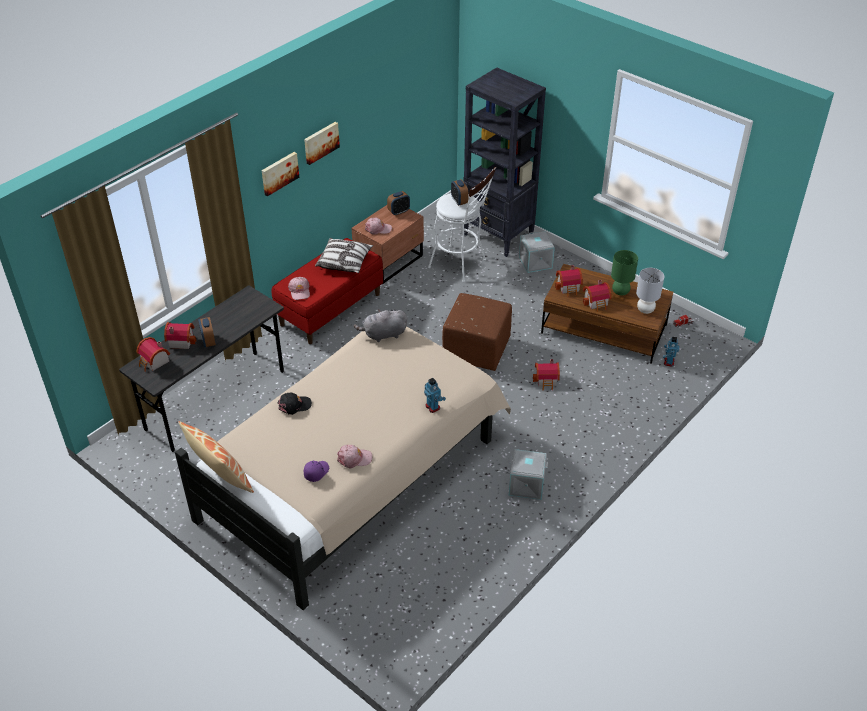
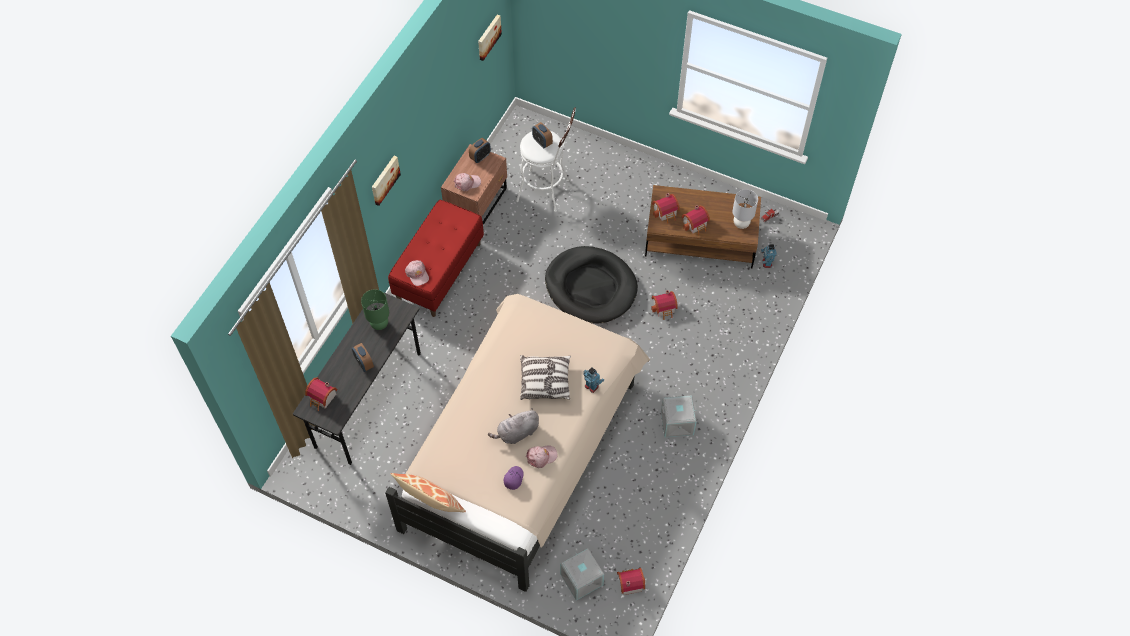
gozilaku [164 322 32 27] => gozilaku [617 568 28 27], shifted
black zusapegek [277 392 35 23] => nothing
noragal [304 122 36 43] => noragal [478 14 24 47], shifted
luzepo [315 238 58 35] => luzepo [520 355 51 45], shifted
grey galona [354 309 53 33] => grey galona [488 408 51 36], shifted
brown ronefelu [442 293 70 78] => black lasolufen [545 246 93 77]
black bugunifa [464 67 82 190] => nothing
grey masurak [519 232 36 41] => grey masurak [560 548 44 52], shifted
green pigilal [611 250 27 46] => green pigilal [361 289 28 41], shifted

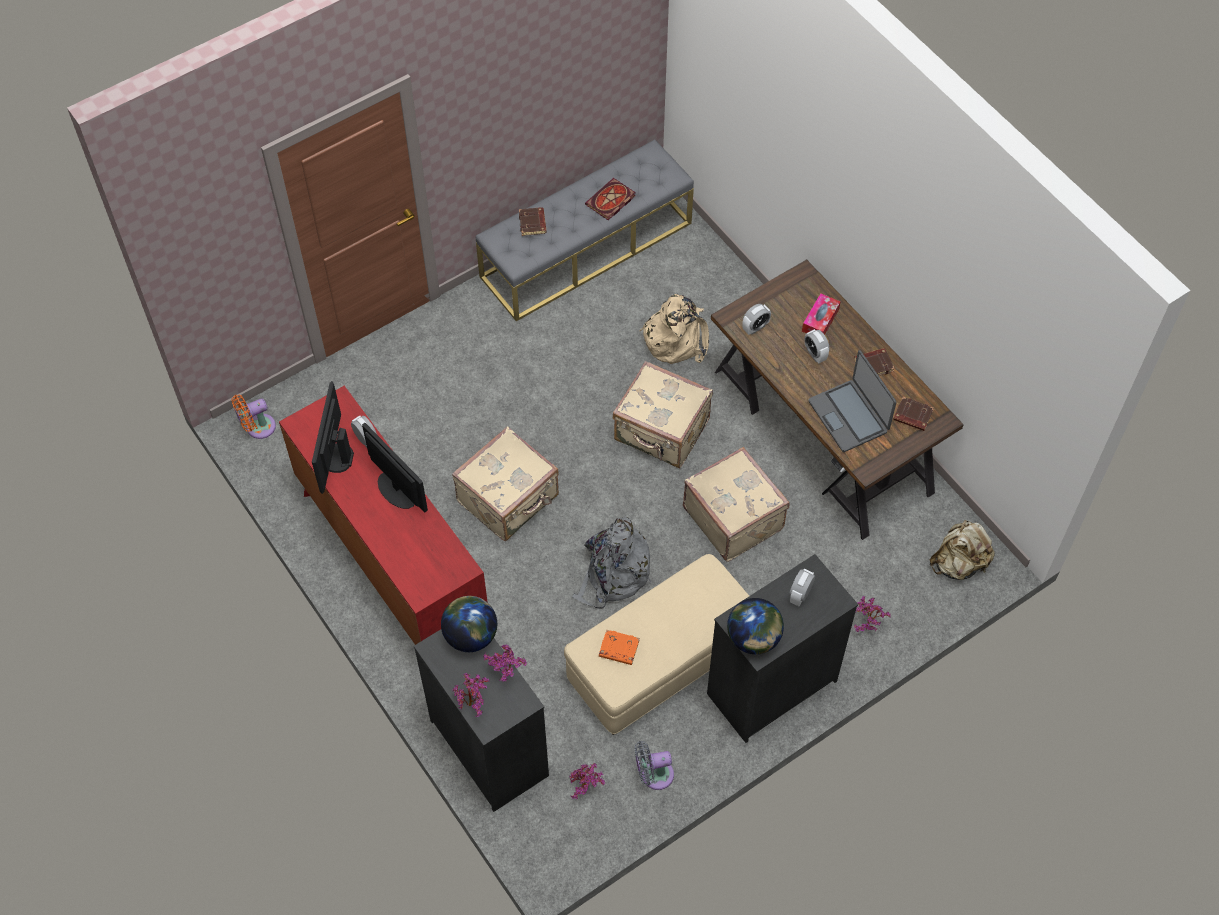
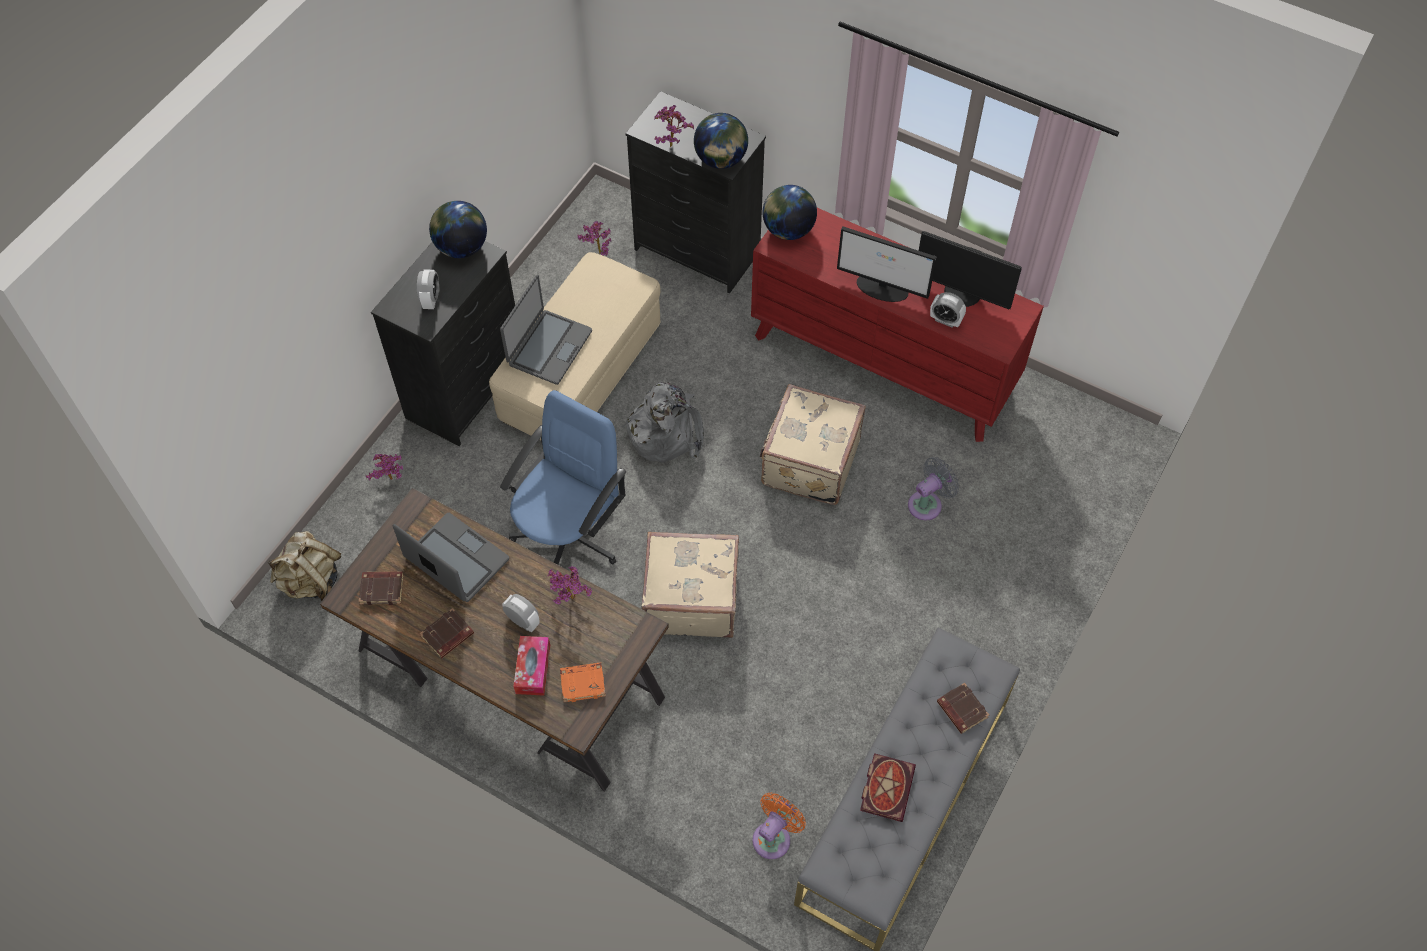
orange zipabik [232 394 44 45] => orange zipabik [753 793 53 66], shifted
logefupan [312 381 42 113] => logefupan [919 231 103 78], 135 degrees clockwise
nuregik [452 673 38 44] => nuregik [548 566 44 39], shifted
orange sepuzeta [599 629 41 36] => orange sepuzeta [560 662 46 40], shifted
grey zipabik [635 741 39 49] => grey zipabik [908 457 51 63], shifted
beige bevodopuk [639 294 70 70] => nothing
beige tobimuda [683 447 107 115] => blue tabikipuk [500 390 126 175]
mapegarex [742 304 29 31] => nothing
nothing => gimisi [500 275 92 110]
nothing => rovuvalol [763 185 54 55]

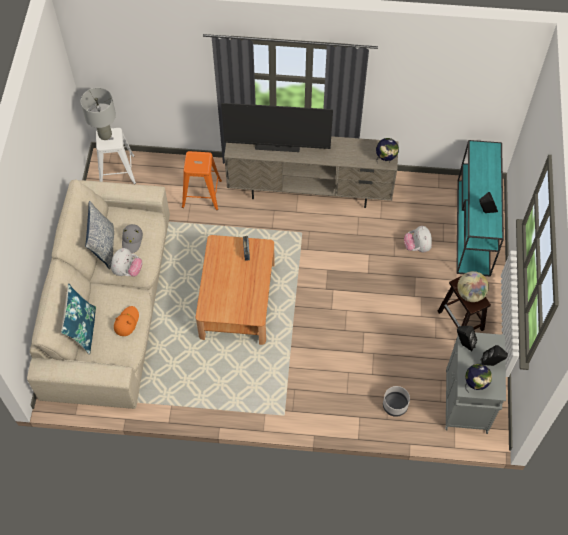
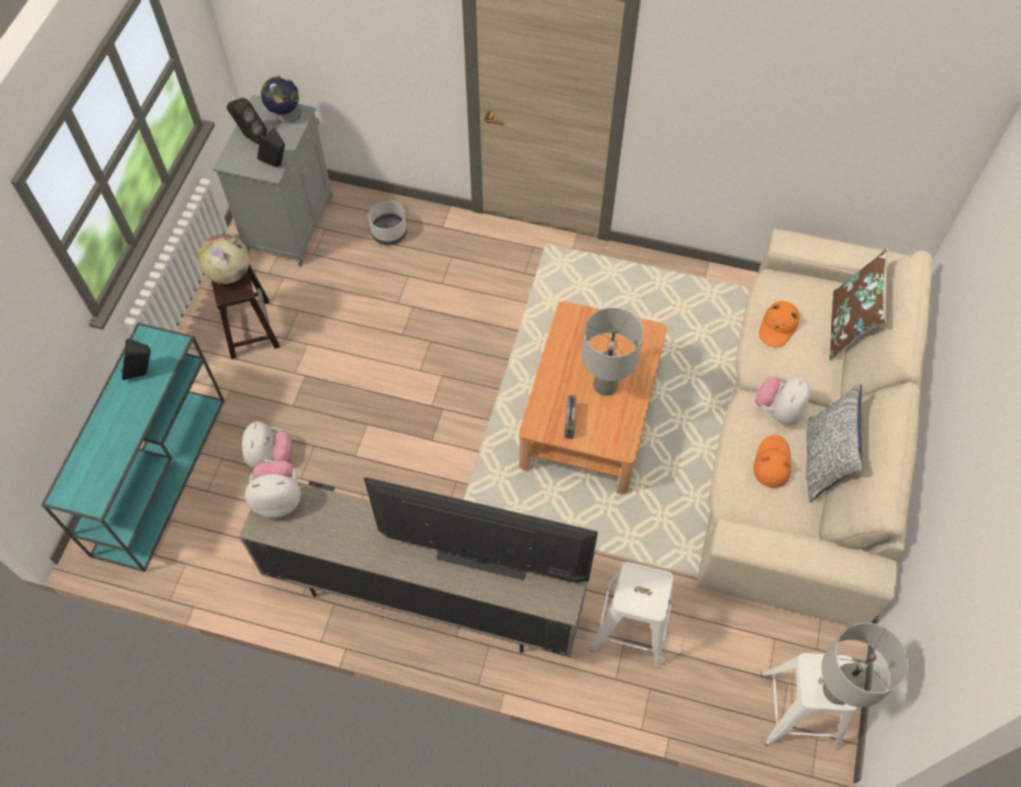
blue luzepo [61 283 35 72] => brown luzepo [830 249 58 111]
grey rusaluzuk [122 224 21 29] => orange rusaluzuk [754 435 37 53]
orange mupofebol [182 151 40 59] => white mupofebol [590 562 83 106]
rovuvalol [376 138 23 26] => galona [245 461 56 57]
nothing => grey pigilal [582 308 61 88]

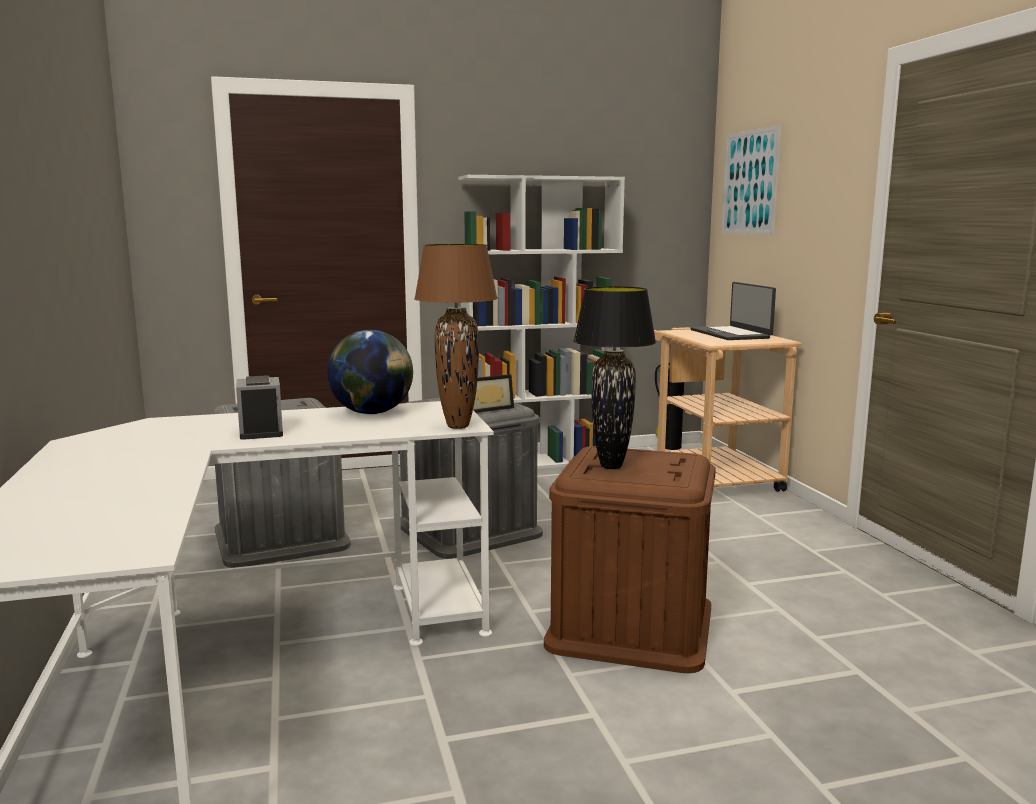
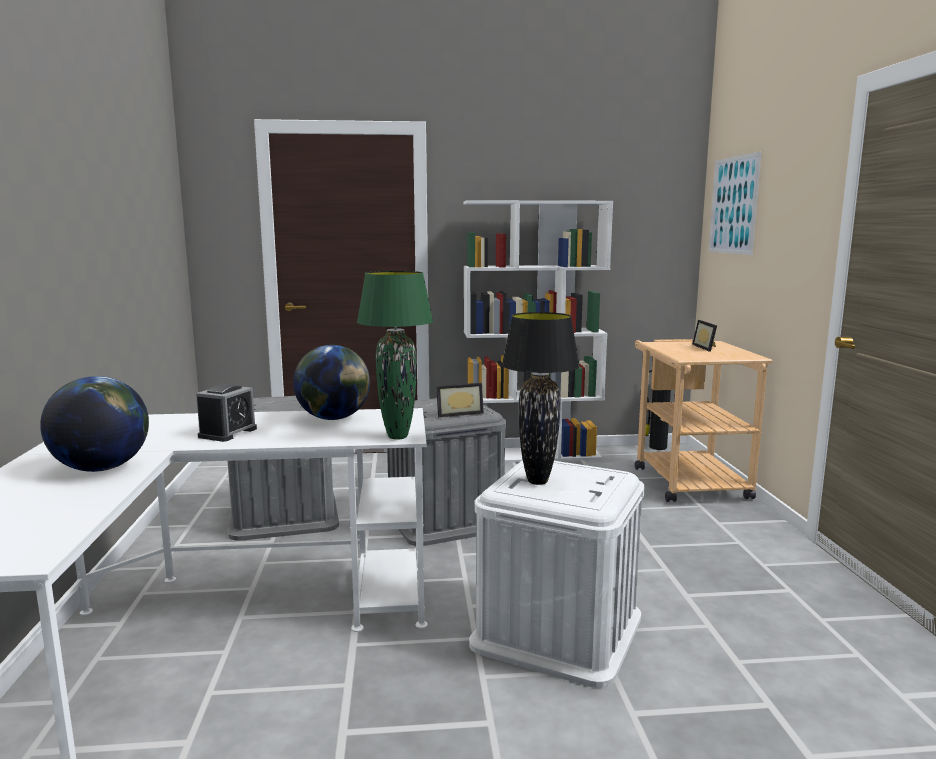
mapegarex [236 375 47 65] => mapegarex [196 384 61 58], 150 degrees counterclockwise
brown pigilal [414 244 84 185] => green pigilal [357 271 76 169]
brown masurak [544 446 172 227] => white masurak [469 460 176 228]
gimisi [691 282 85 58] => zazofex [692 320 25 32]
nothing => rovuvalol [40 376 109 96]

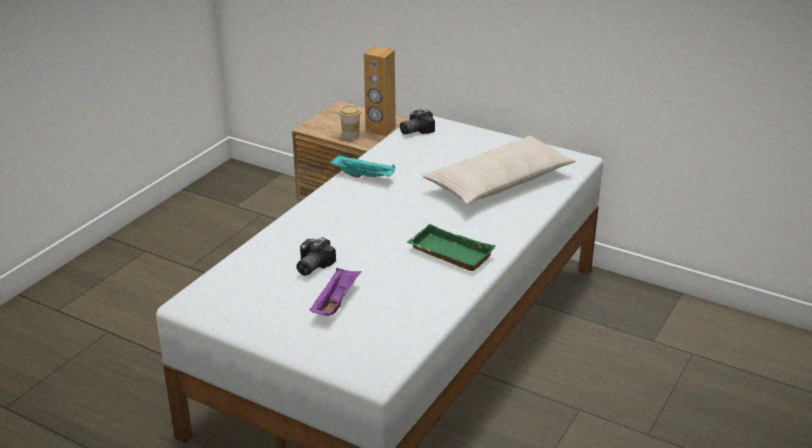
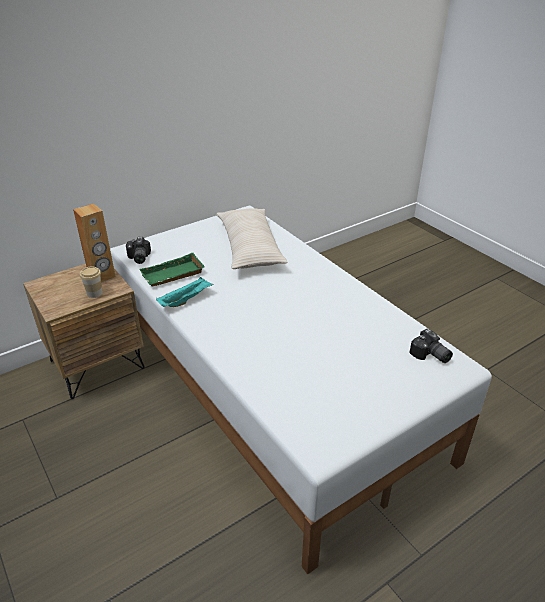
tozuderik [296 237 40 39] => tozuderik [409 329 44 34], shifted
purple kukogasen [309 268 52 48] => nothing
green kukogasen [407 224 89 47] => green kukogasen [139 253 66 34], shifted

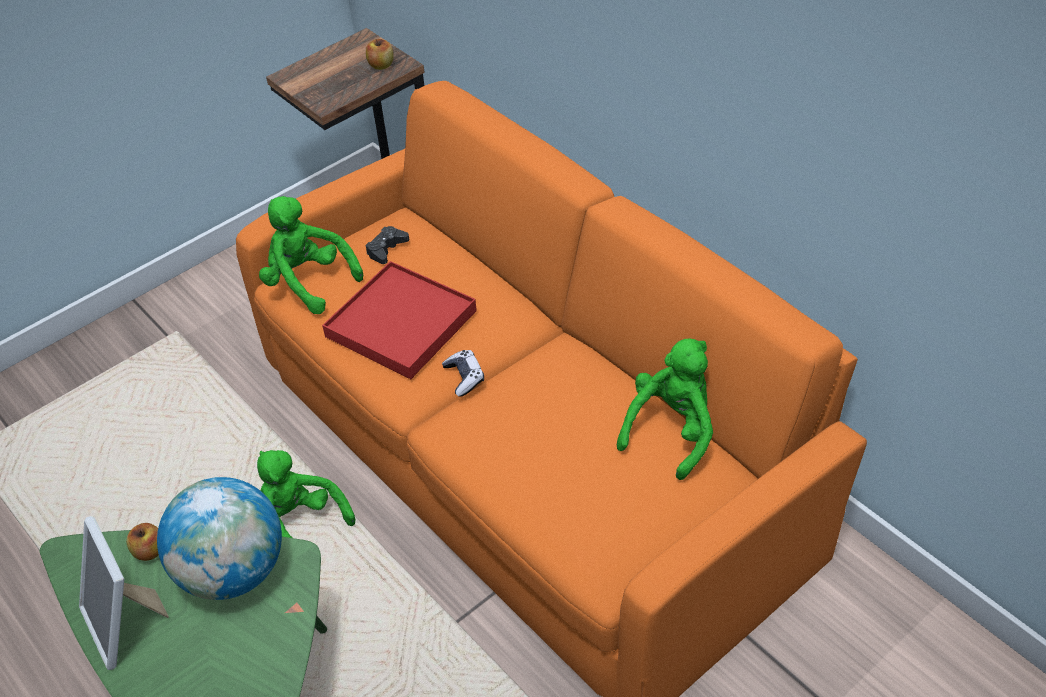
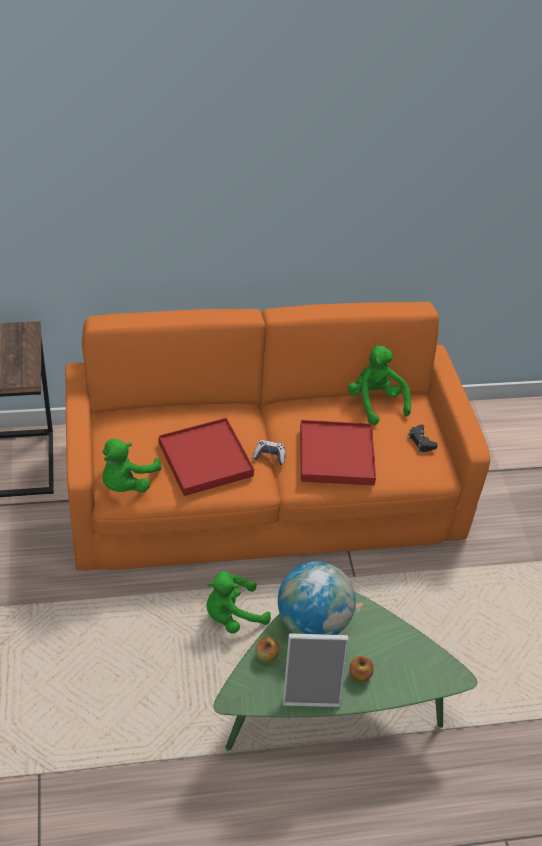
green galona [259 196 104 118] => green galona [103 439 58 53], 45 degrees counterclockwise
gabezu [366 39 28 31] => gabezu [349 656 25 26], shifted
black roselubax [366 226 43 38] => black roselubax [408 425 30 27], shifted
nothing => red kukogasen [300 420 76 65]

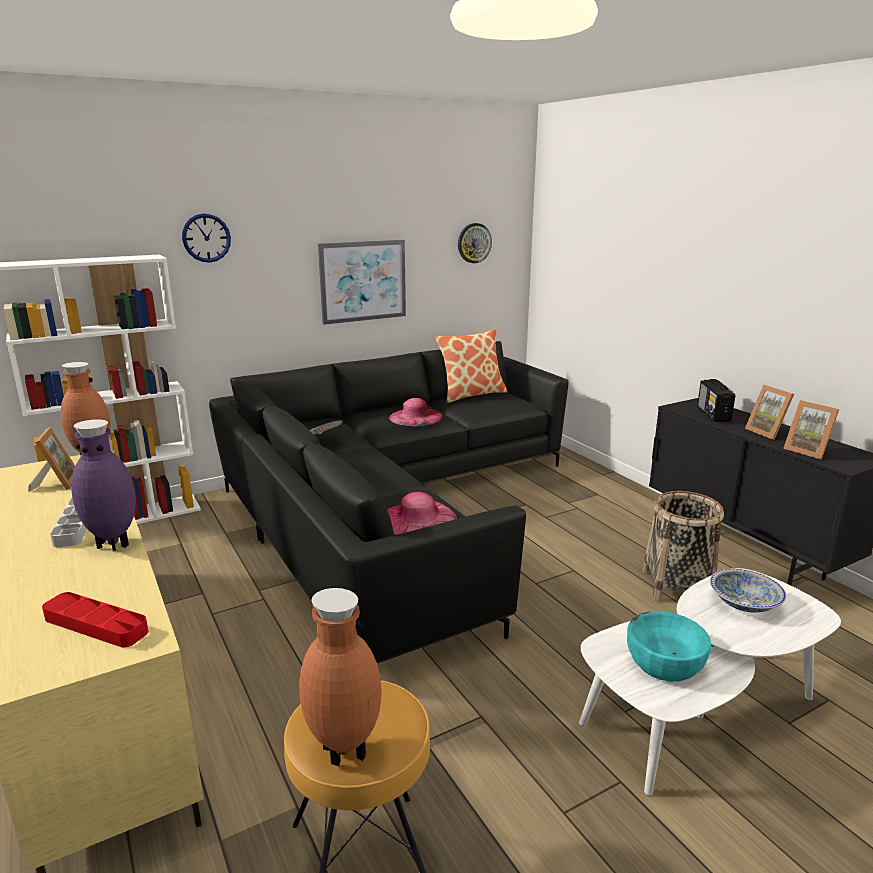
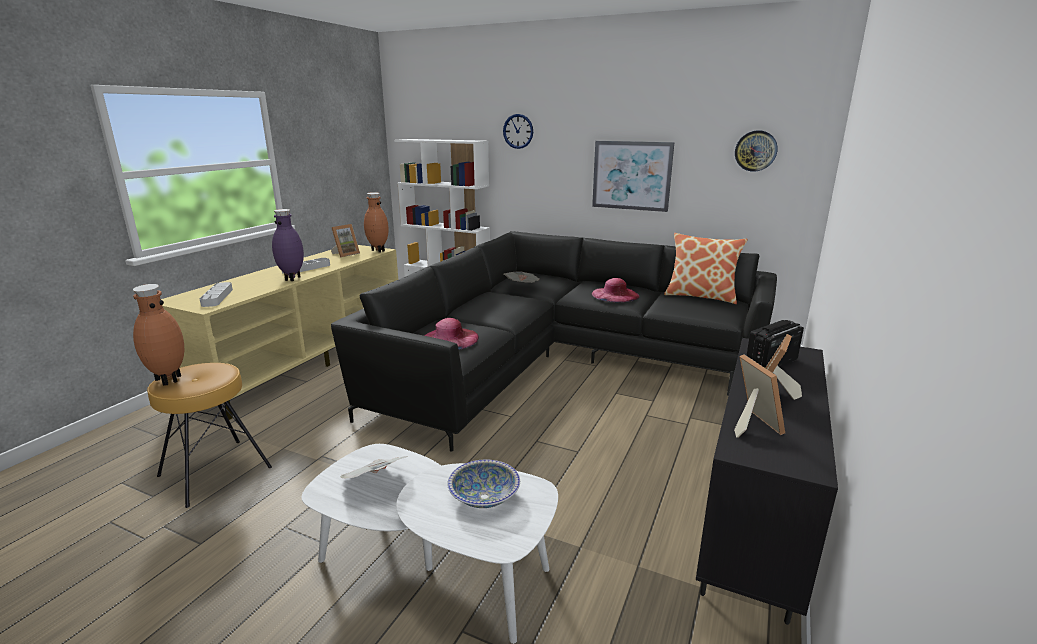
red kukogasen [42 592 106 56] => grey kukogasen [199 282 34 25]
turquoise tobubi [627 611 84 71] => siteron [340 456 68 23]
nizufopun [643 491 81 111] => nothing
zazofex [783 400 56 60] => zazofex [734 355 51 83], 150 degrees clockwise

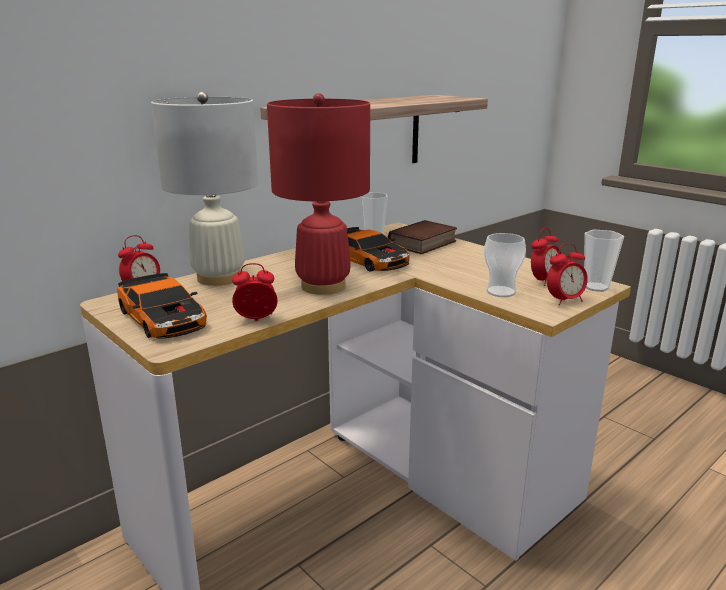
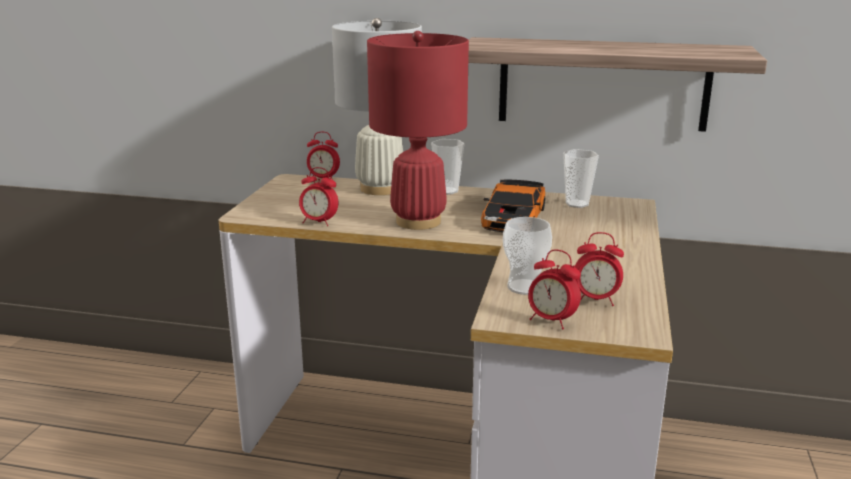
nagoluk [117 273 90 66] => nothing
mapegarex [232 263 46 58] => mapegarex [299 167 39 59], 150 degrees clockwise
sepuzeta [388 220 69 34] => nothing
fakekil [584 230 40 62] => fakekil [431 139 34 56], shifted

